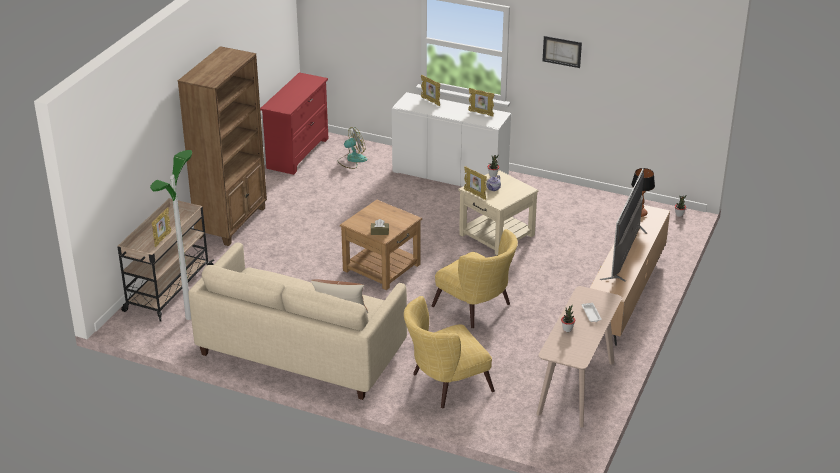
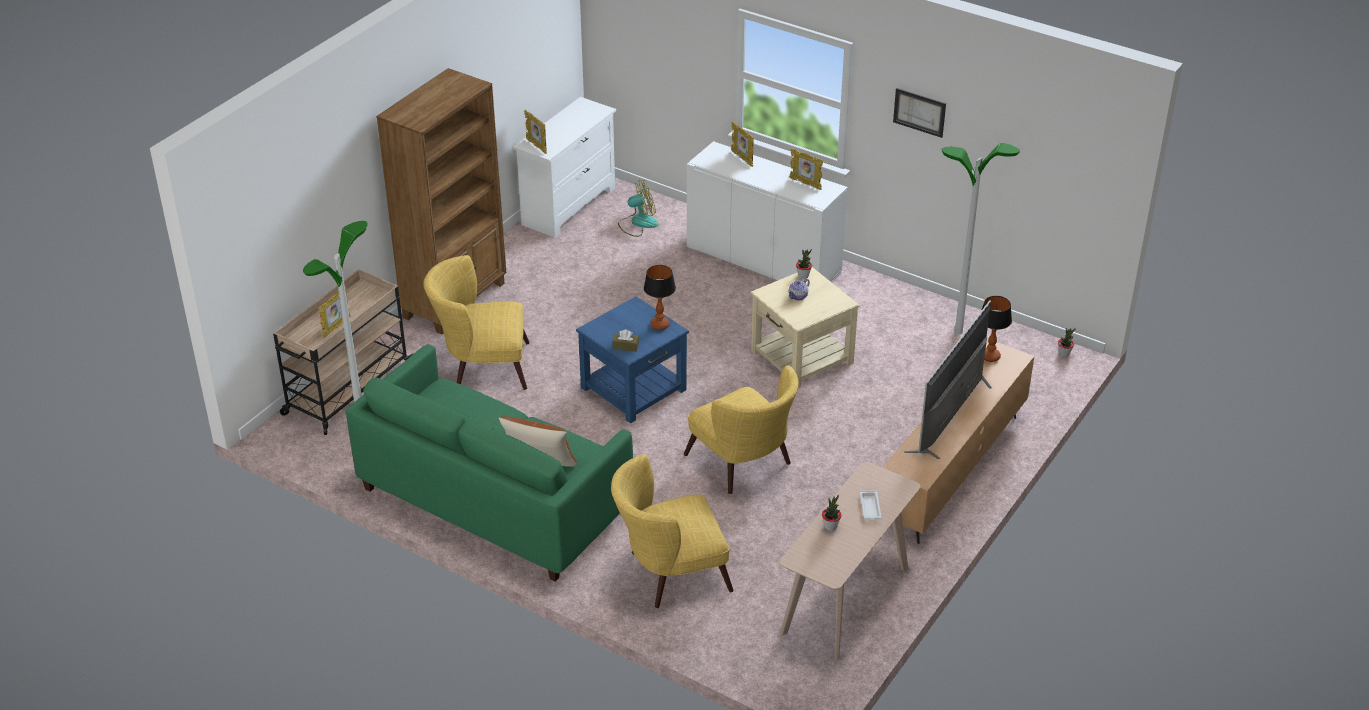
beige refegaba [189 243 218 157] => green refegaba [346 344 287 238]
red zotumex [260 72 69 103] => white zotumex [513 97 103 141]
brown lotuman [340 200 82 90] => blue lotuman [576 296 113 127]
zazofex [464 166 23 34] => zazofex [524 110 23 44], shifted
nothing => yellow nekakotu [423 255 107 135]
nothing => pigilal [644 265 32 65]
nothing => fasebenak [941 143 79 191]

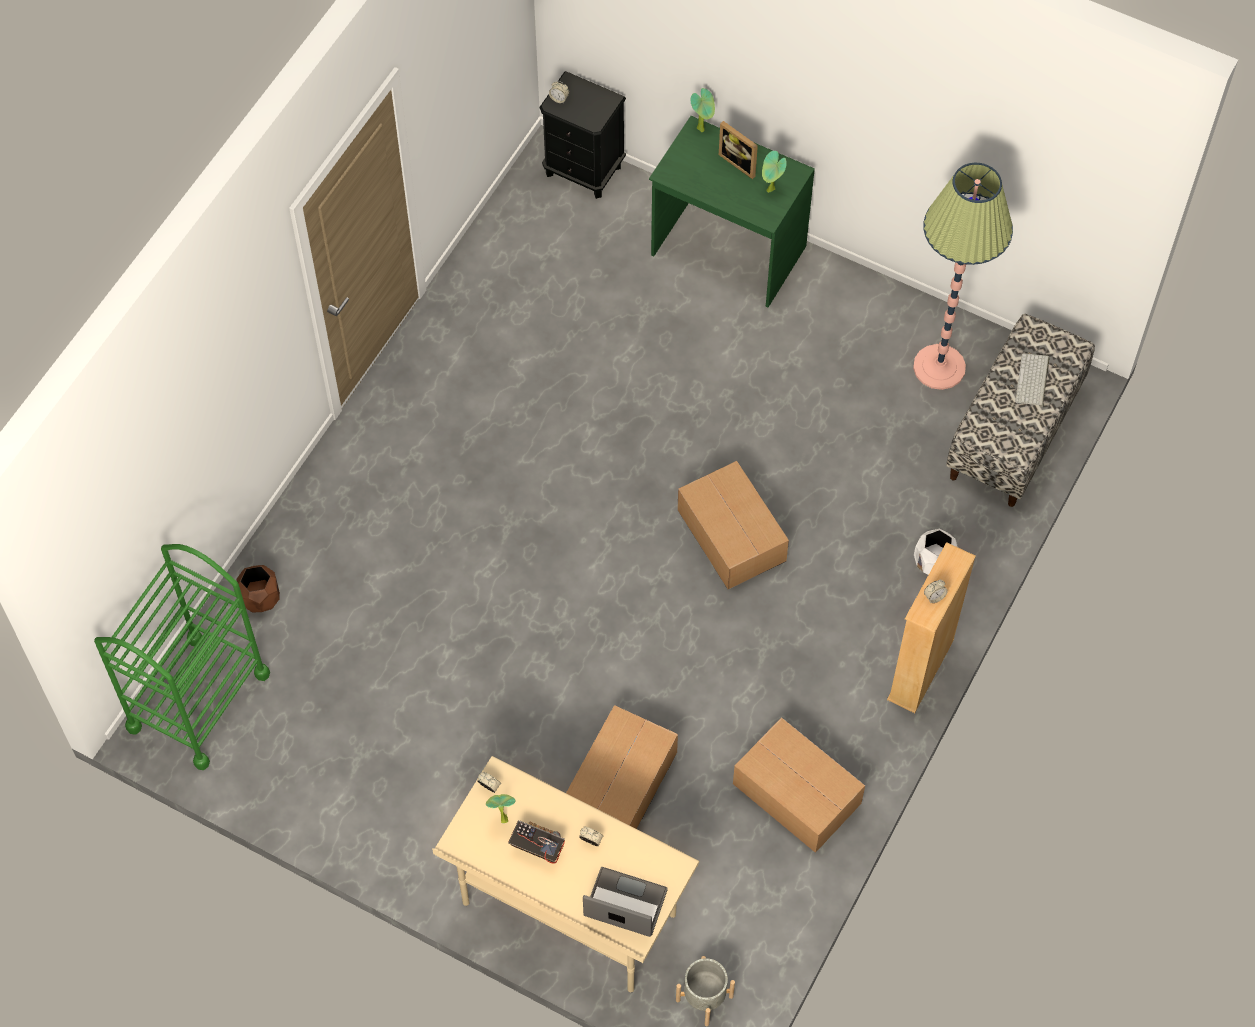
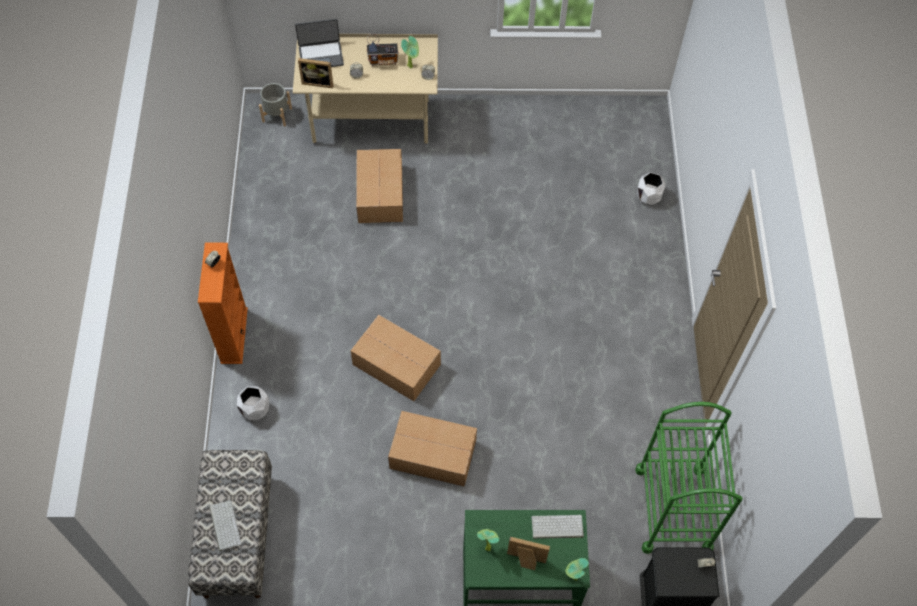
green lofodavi [94 544 176 226] => green lofodavi [635 402 107 152], shifted
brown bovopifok [237 565 43 48] => white bovopifok [636 172 30 33]
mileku [733 717 132 136] => mileku [388 411 89 76], shifted
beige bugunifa [887 542 89 171] => orange bugunifa [198 243 50 121]
fasebenak [913 163 100 227] => nothing
nothing => zazofex [298 58 35 30]
nothing => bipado [531 515 53 24]

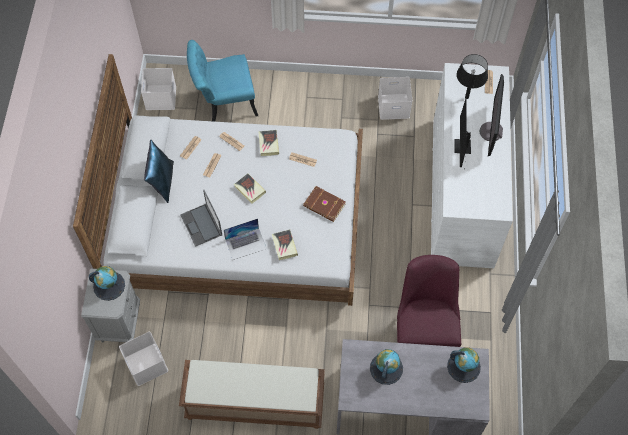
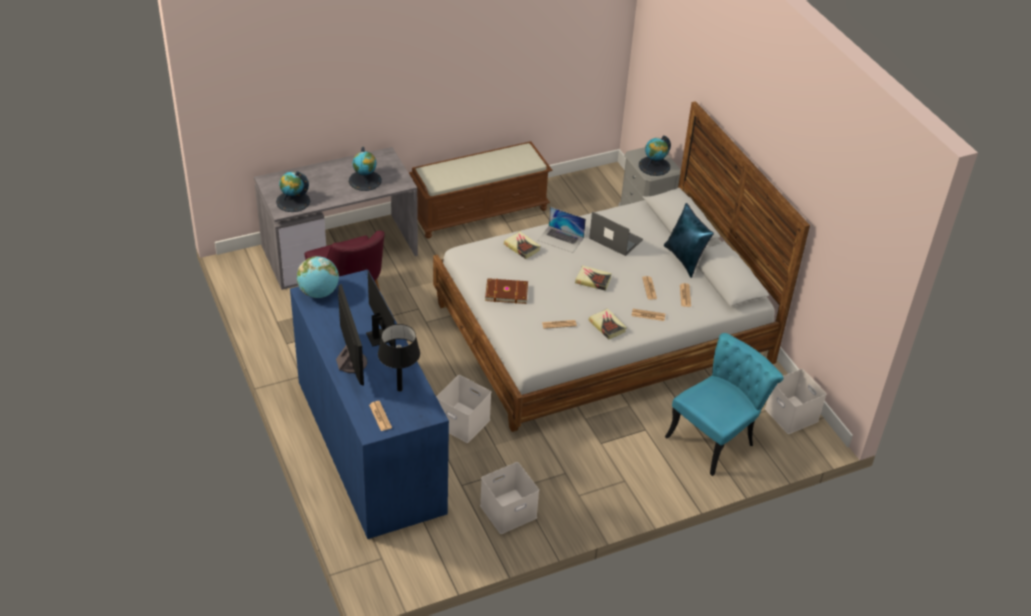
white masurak [119 332 49 54] => white masurak [436 375 55 68], shifted
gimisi [224 218 43 42] => gimisi [537 207 49 46], 105 degrees counterclockwise
white zotumex [431 63 82 205] => blue zotumex [290 270 159 269]
nothing => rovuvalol [297 256 42 42]

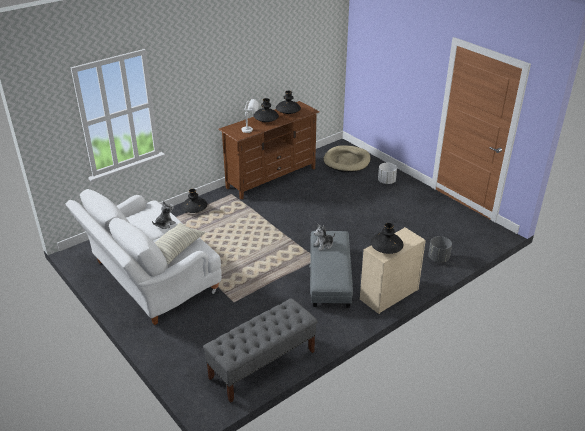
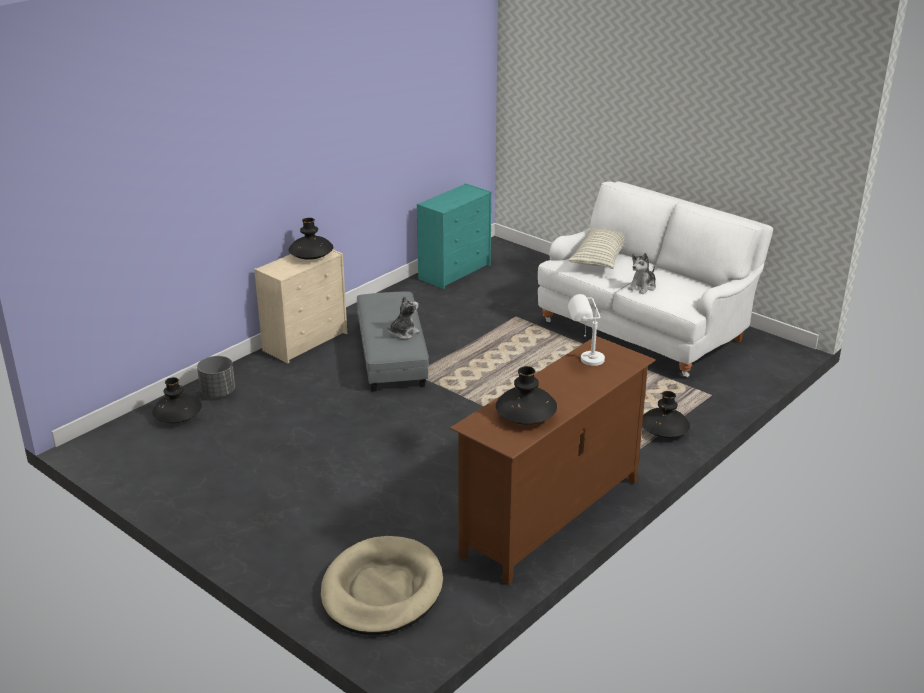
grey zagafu [203 298 115 105] => turquoise zotumex [417 183 75 106]
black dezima [253 98 26 24] => black dezima [152 377 50 46], shifted
white bovopifok [378 163 19 21] => nothing

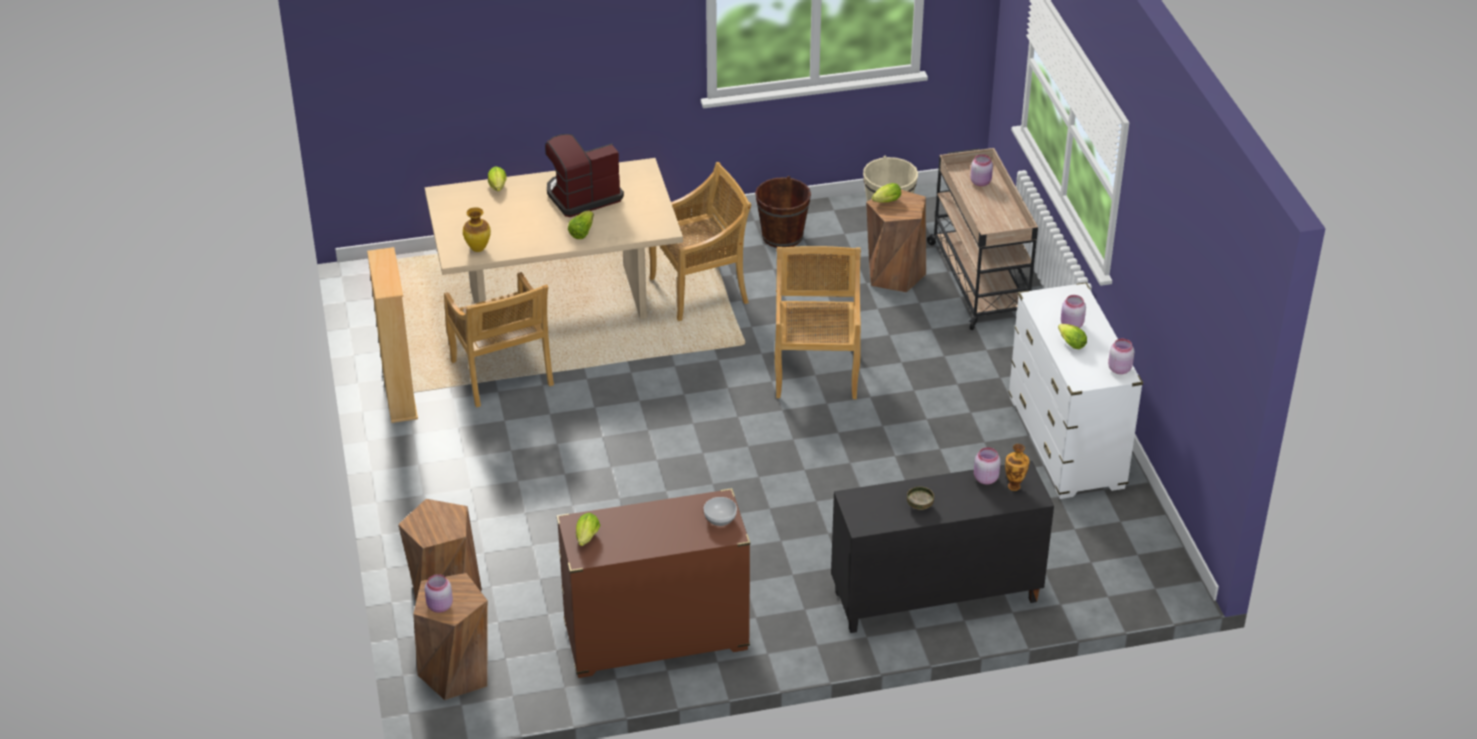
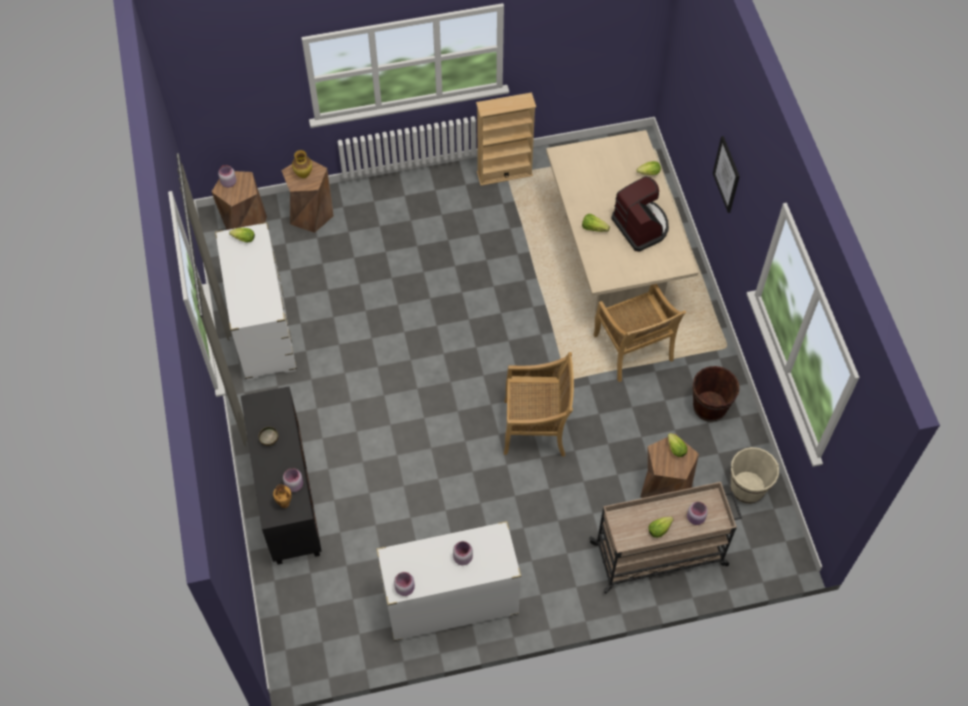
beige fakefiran [444 272 110 135] => nothing
dezima [463 207 28 45] => dezima [292 150 20 28], shifted
brown zotumex [556 488 194 190] => white zotumex [215 222 82 158]
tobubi [704 497 33 29] => nothing
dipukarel [1058 324 29 25] => dipukarel [648 517 26 21], shifted
nothing => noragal [713 136 27 77]

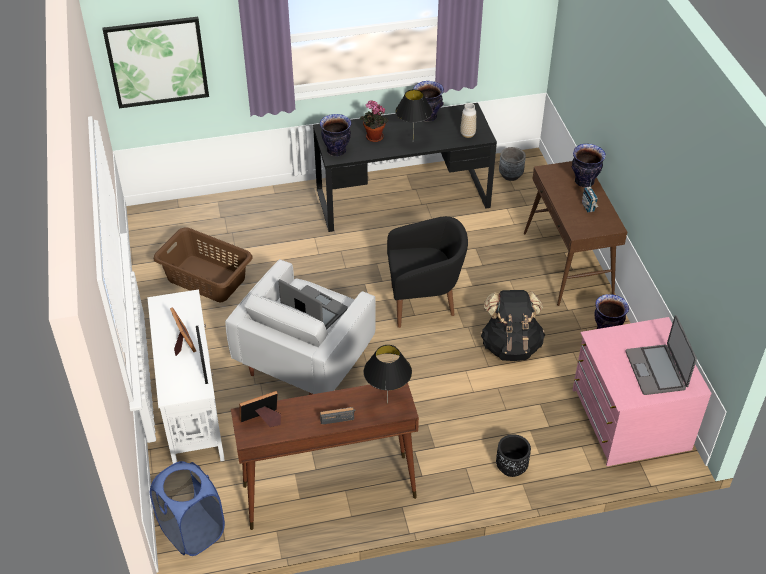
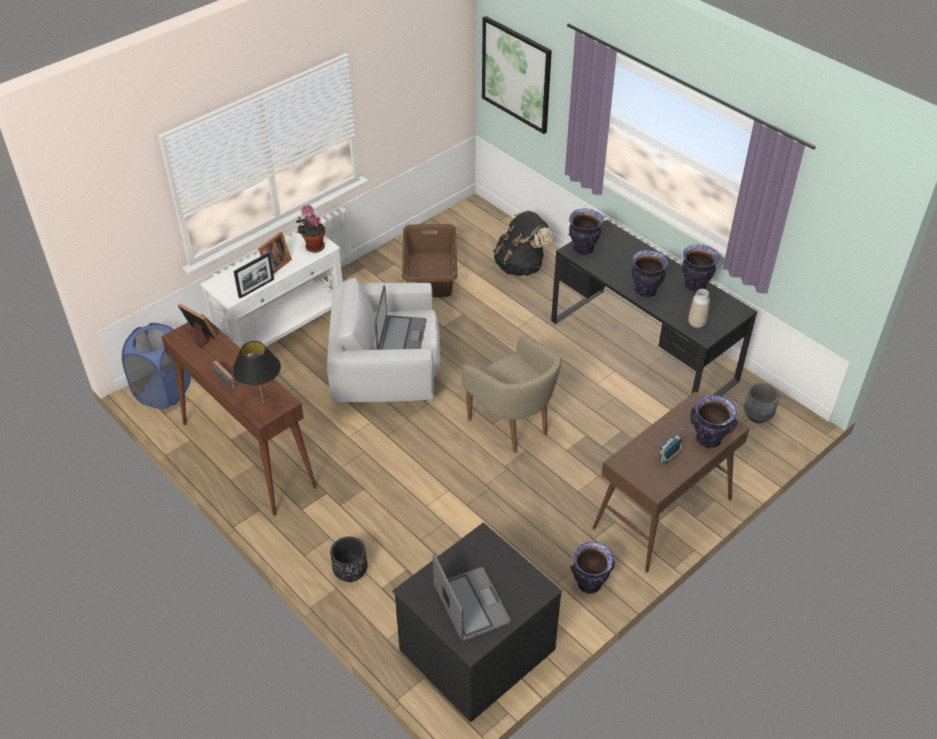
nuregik [360 100 29 42] => nuregik [296 205 29 48], shifted
black nekakotu [387 216 81 112] => beige nekakotu [462 335 99 118]
black pigilal [395 89 37 44] => dezima [632 250 36 47]
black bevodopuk [481 290 64 71] => black bevodopuk [493 210 61 66], shifted
pink zotumex [573 317 139 149] => black zotumex [392 522 170 200]
gimisi [625 315 72 80] => gimisi [433 554 78 87], 105 degrees clockwise

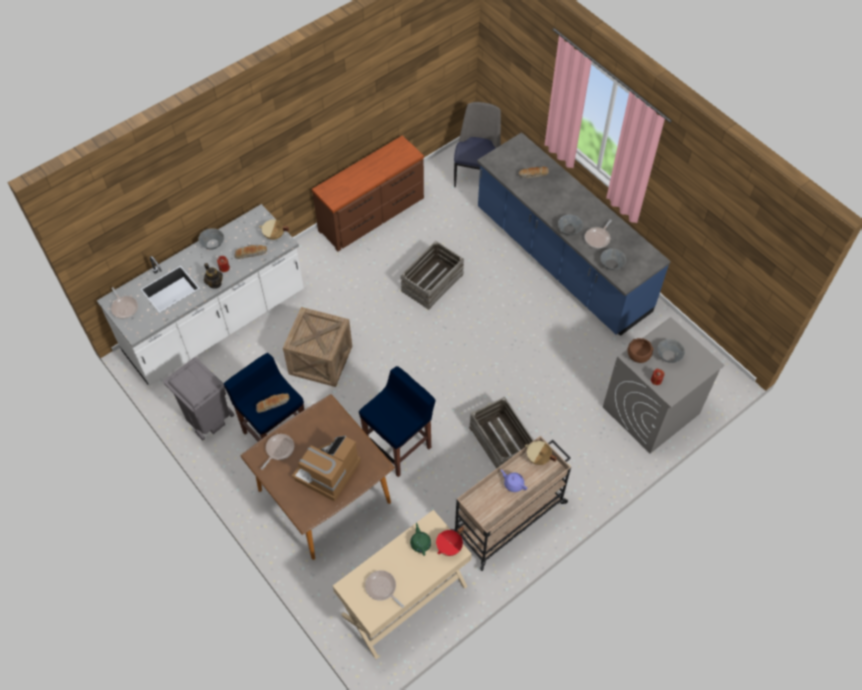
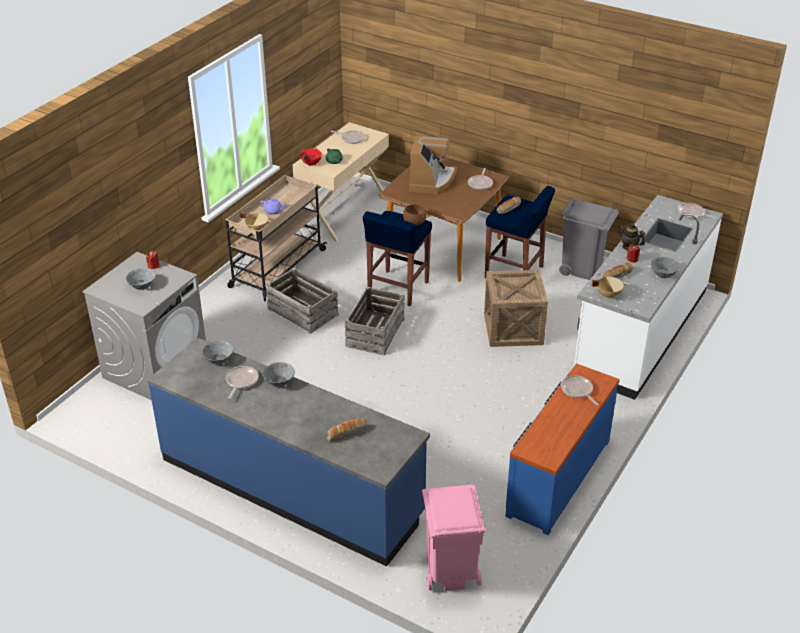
brown zotumex [312 135 112 116] => blue zotumex [505 364 114 171]
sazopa [401 241 63 69] => sazopa [345 287 60 68], shifted
fakefiran [454 102 47 86] => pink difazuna [422 485 63 106]
brown tobubi [628 338 25 25] => brown tobubi [403 204 24 22], shifted
nothing => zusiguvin [561 375 38 31]

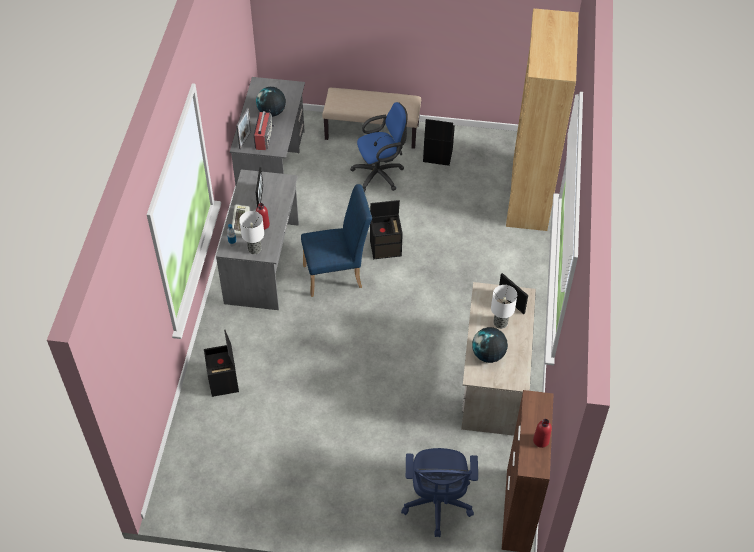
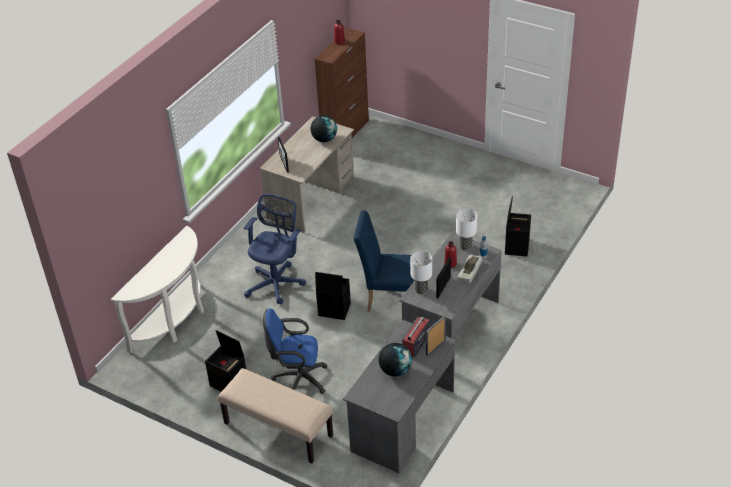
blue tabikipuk [401 448 77 89] => blue tabikipuk [243 194 63 110], shifted
pigilal [491 285 26 44] => pigilal [410 251 22 44], shifted
brown bugunifa [506 8 73 223] => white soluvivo [111 226 93 127]

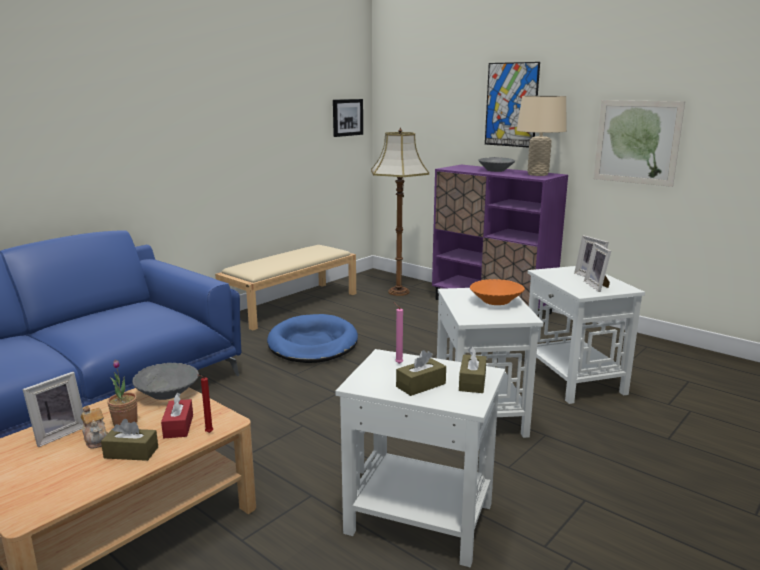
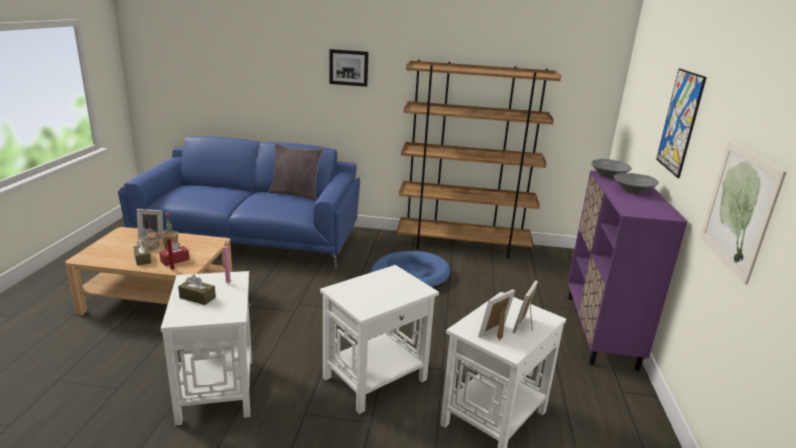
grey tobubi [132 363 67 37] => grey tobubi [591 159 41 19], shifted
beige zagafu [215 245 141 86] => brown bugunifa [397 60 164 198]
noragal [333 99 30 38] => noragal [329 49 40 38], shifted
fasebenak [371 127 58 169] => nothing
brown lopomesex [459 346 28 47] => nothing
orange tobubi [470 279 55 26] => nothing
beige pigilal [517 96 50 80] => nothing
nothing => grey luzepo [268 143 55 57]

